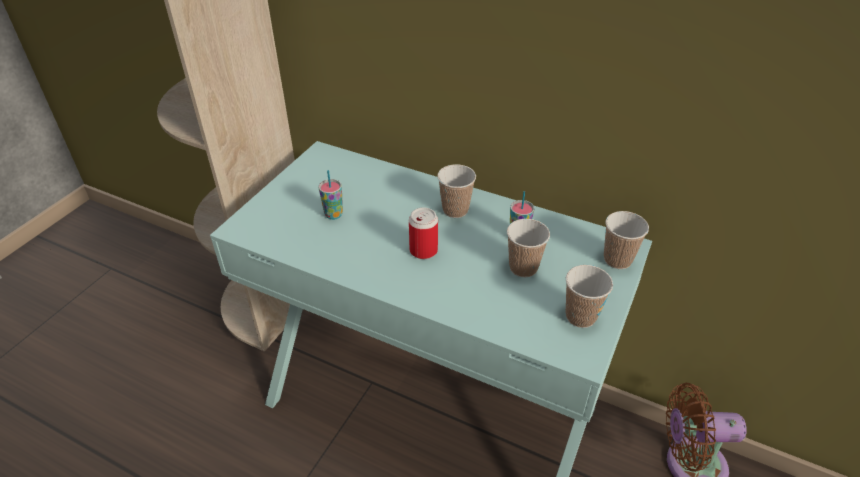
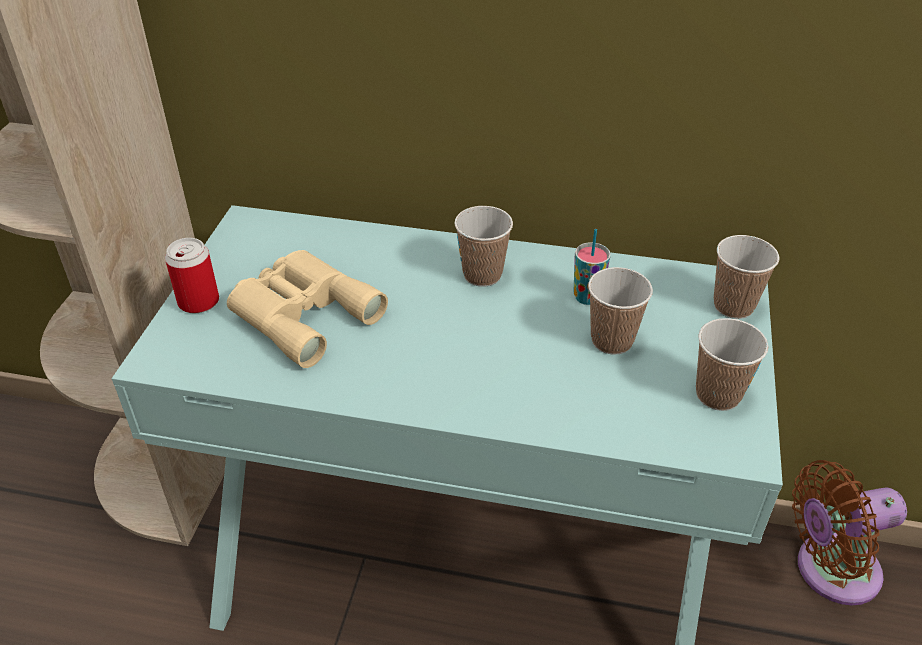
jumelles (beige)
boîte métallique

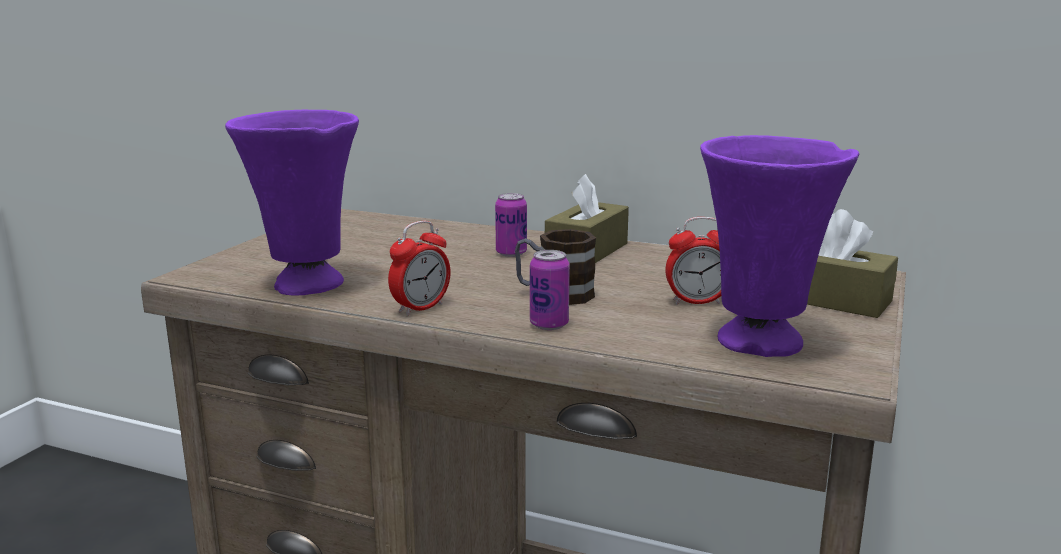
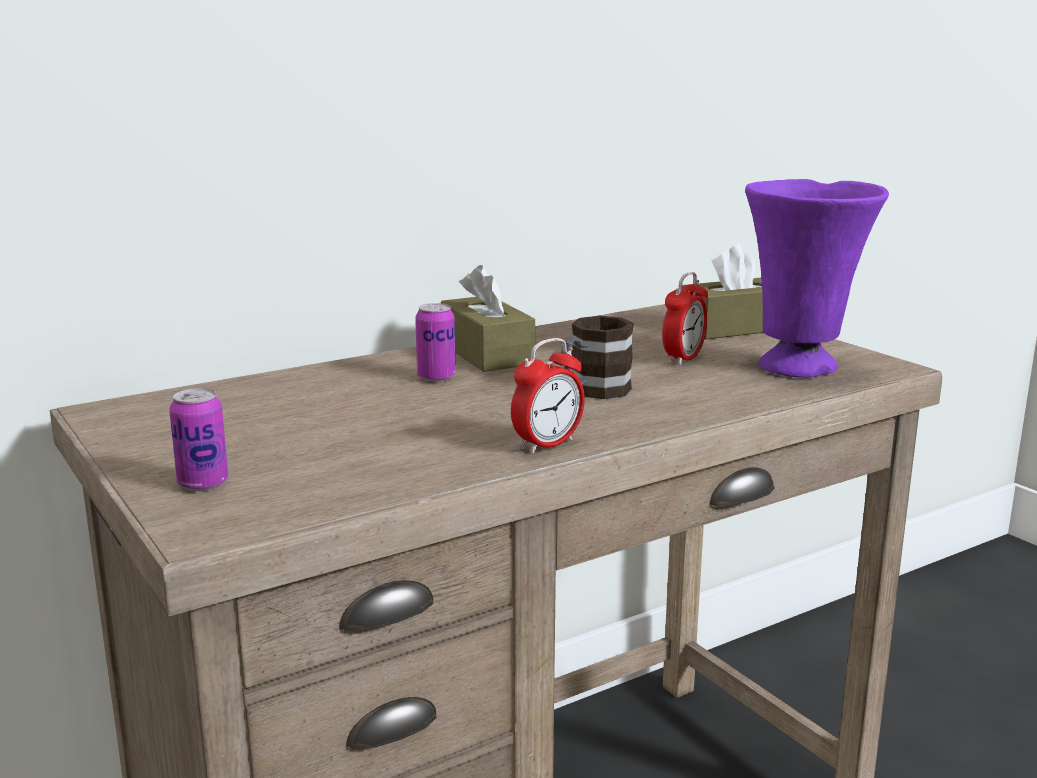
vase (violet) (no. 1 from left in the first image)
réveil (no. 1 from left)
boîte métallique (no. 1 from left)

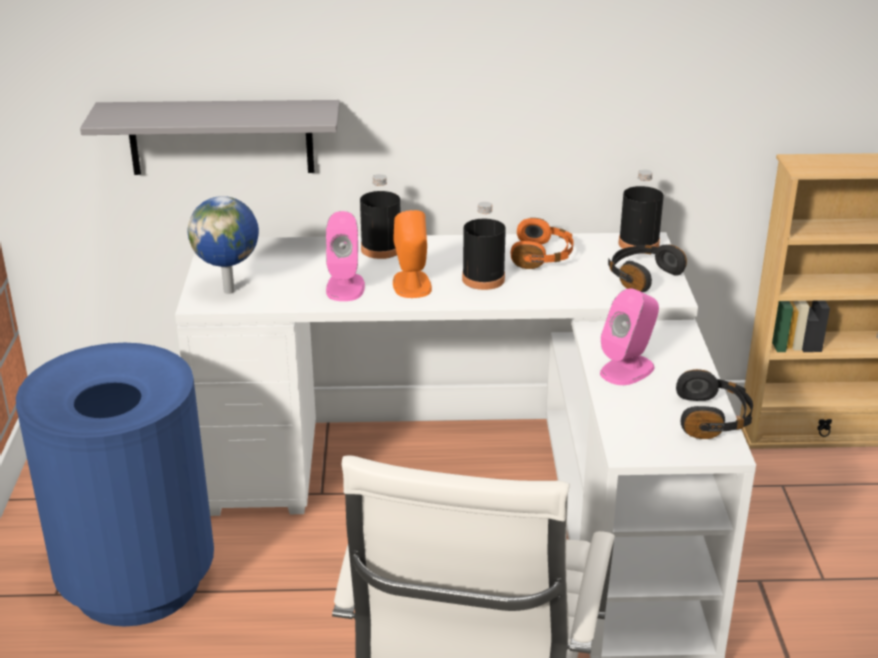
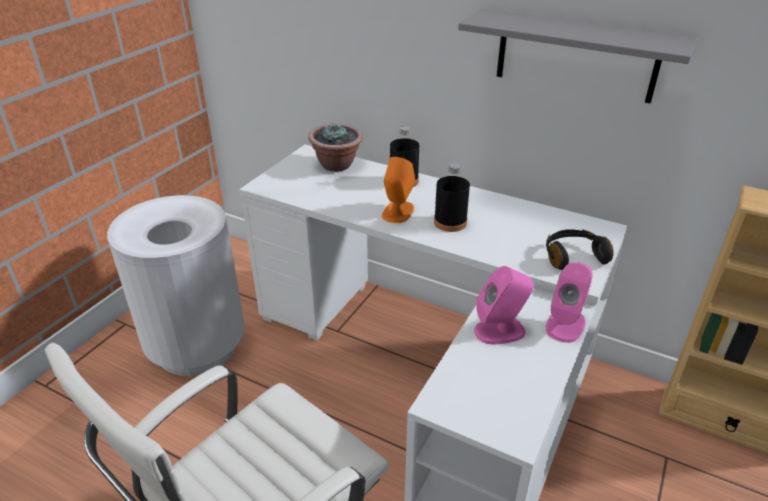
étagère (gris)
bouteille (noir) (no. 3 from left in the first image)
globe
enceinte (rose) (no. 2 from left)
casque audio (orange)
poubelle (blanc)
casque audio (noir) (no. 2 from left in the first image)
plante en pot

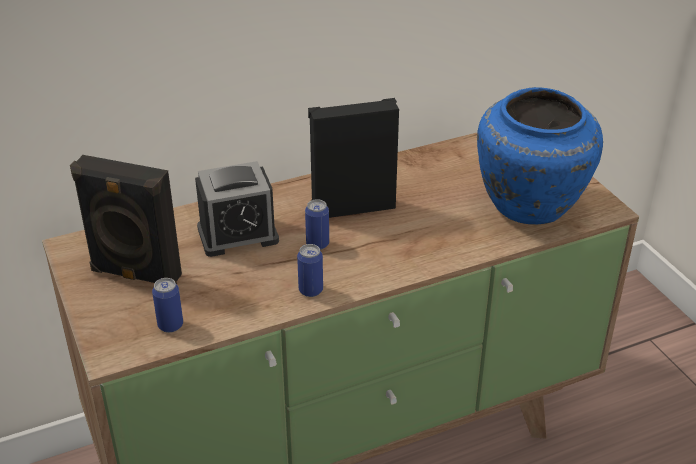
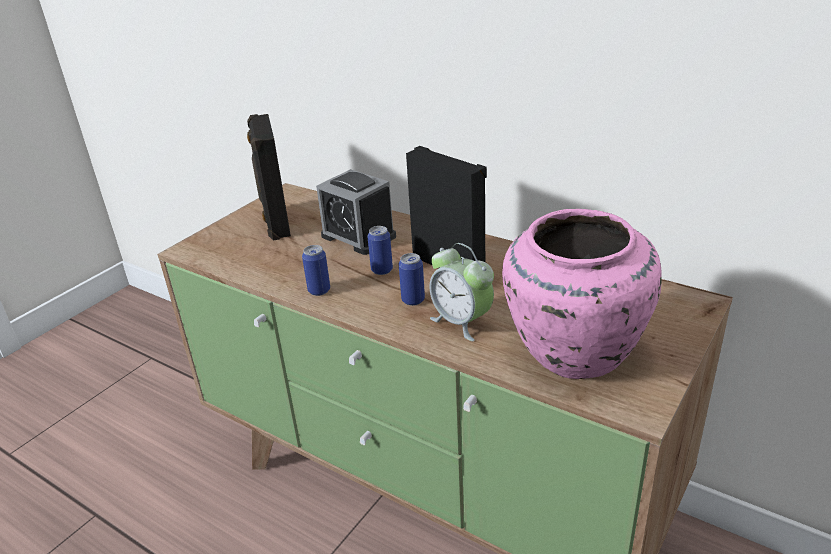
vase (rose)
boîte métallique (no. 3 from left)
réveil (no. 2 from left)

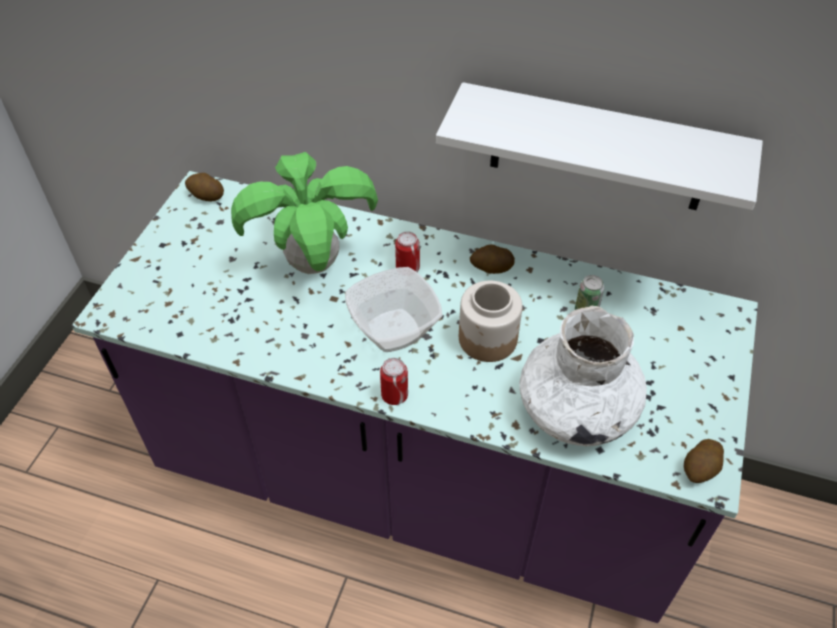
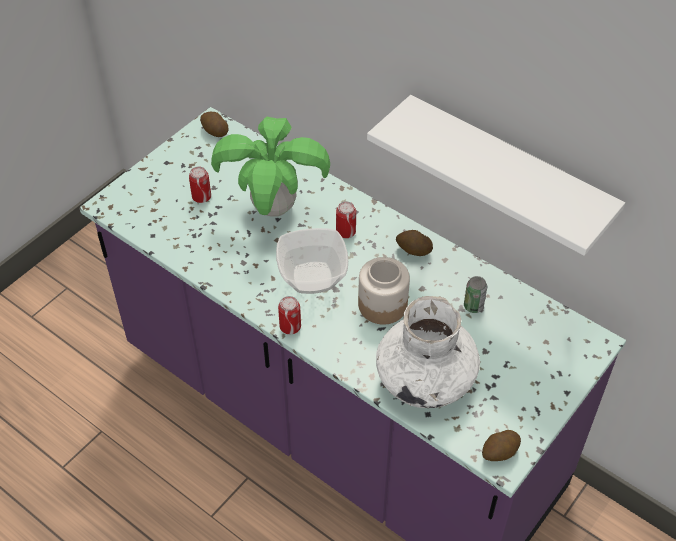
boîte métallique (no. 1 from left)

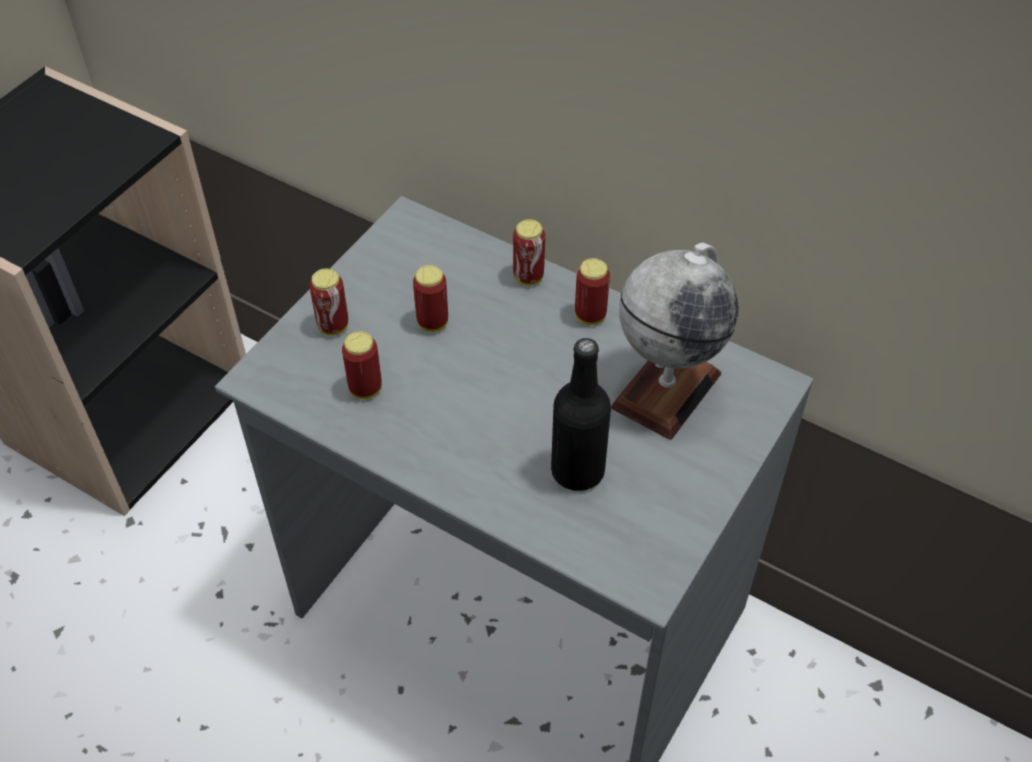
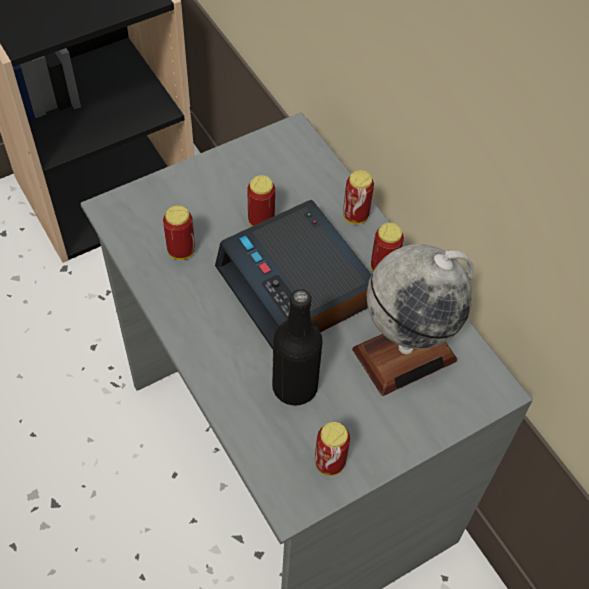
boîte métallique (no. 3 from left)
réveil

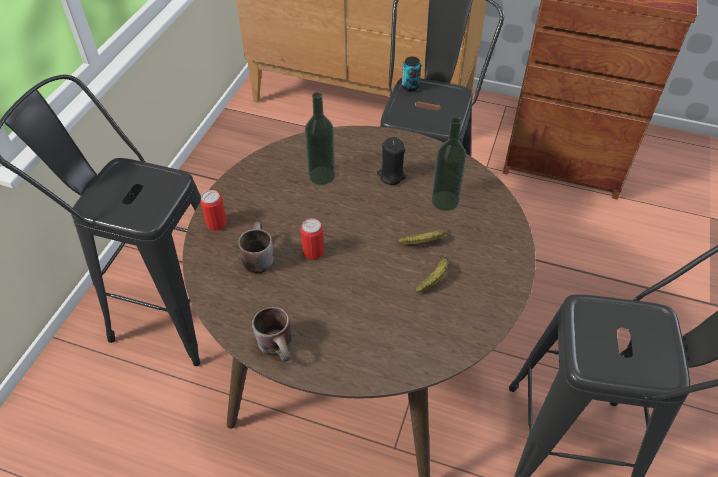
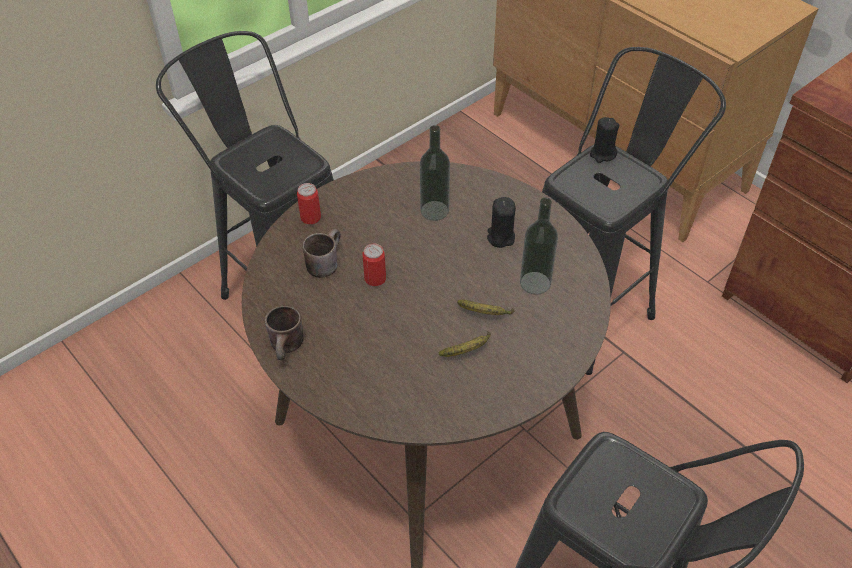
bougie (noir) (no. 2 from left)

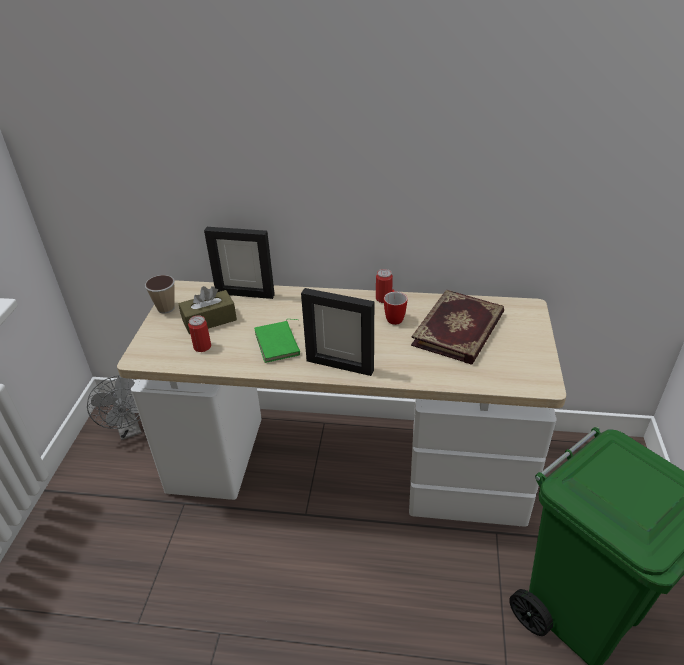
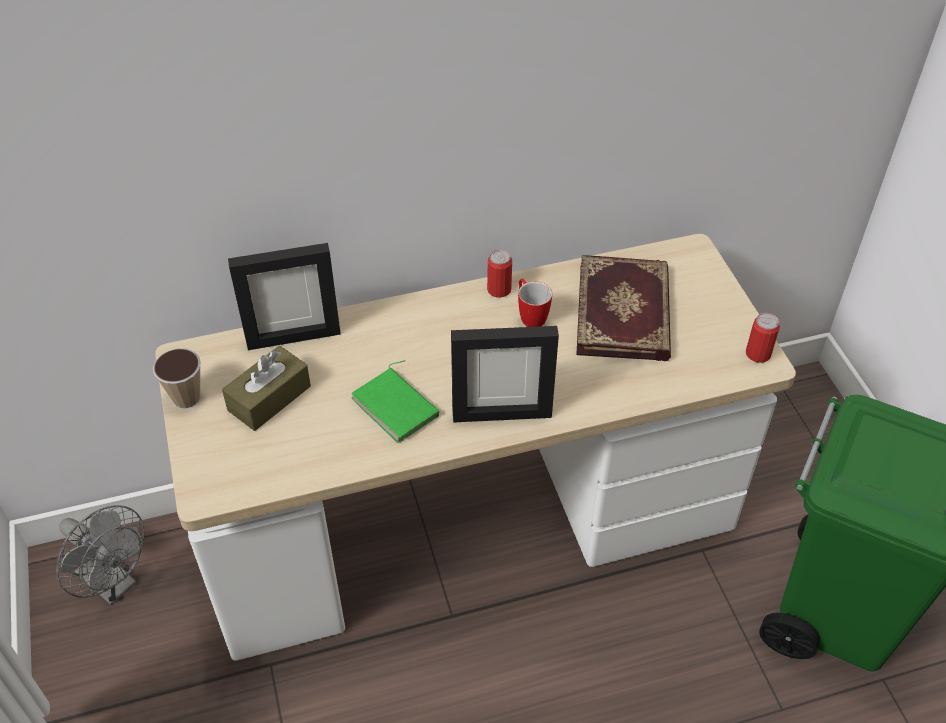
boîte métallique (no. 2 from left)

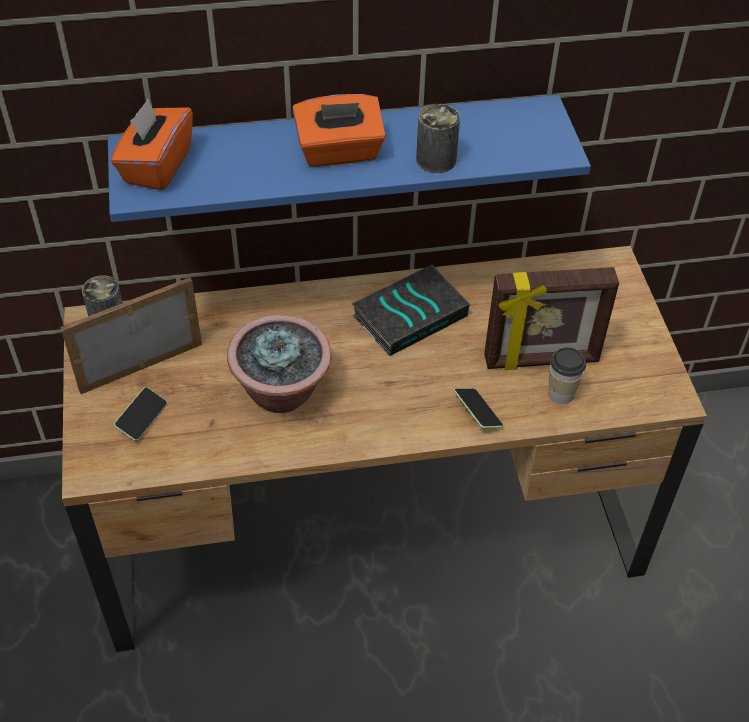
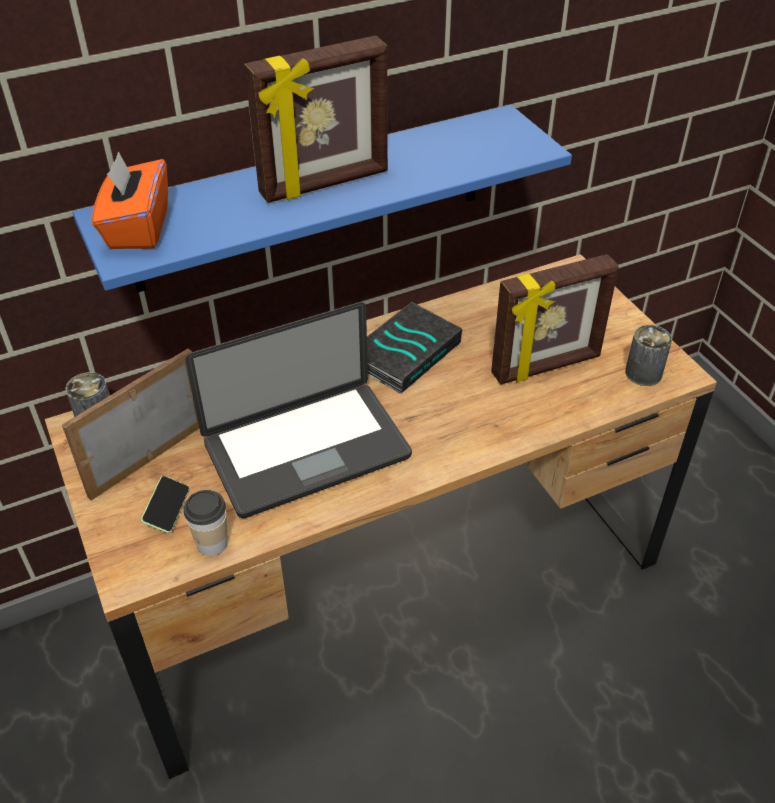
cadre photo (no. 2 from left)
boîte métallique (no. 2 from left)
ordinateur portable
tasse
téléphone (no. 2 from left in the first image)

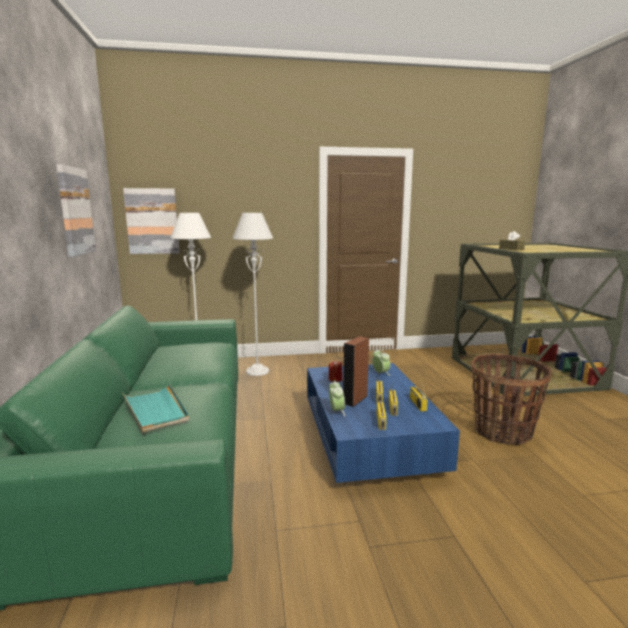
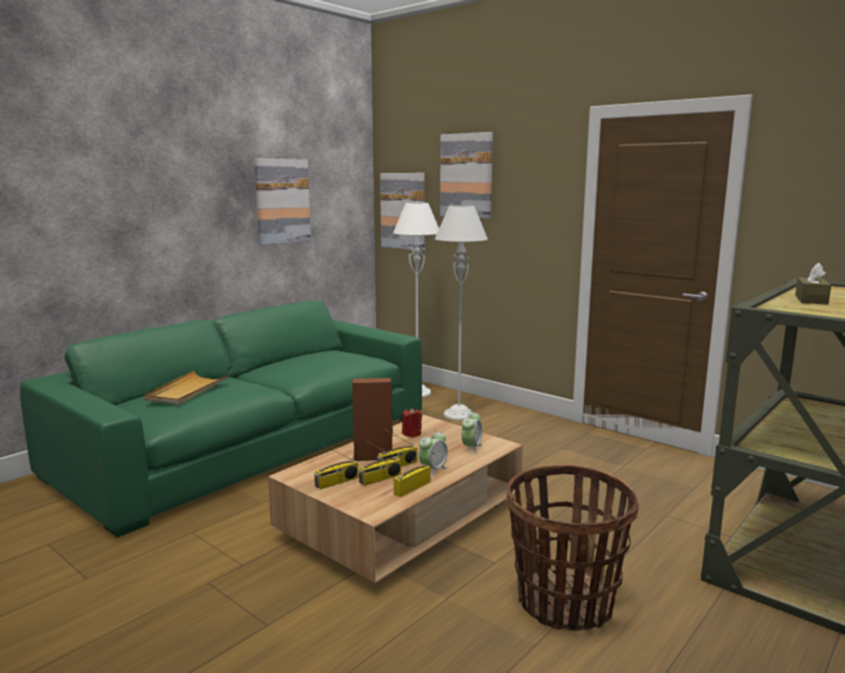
table basse (marron)
réveil (no. 1 from left)
plateau (beige)
tableau (no. 3 from left)

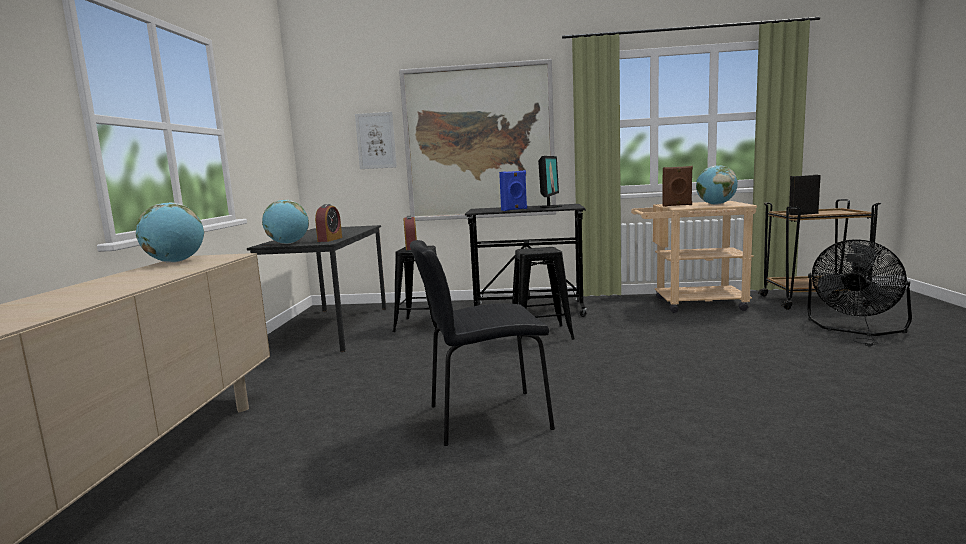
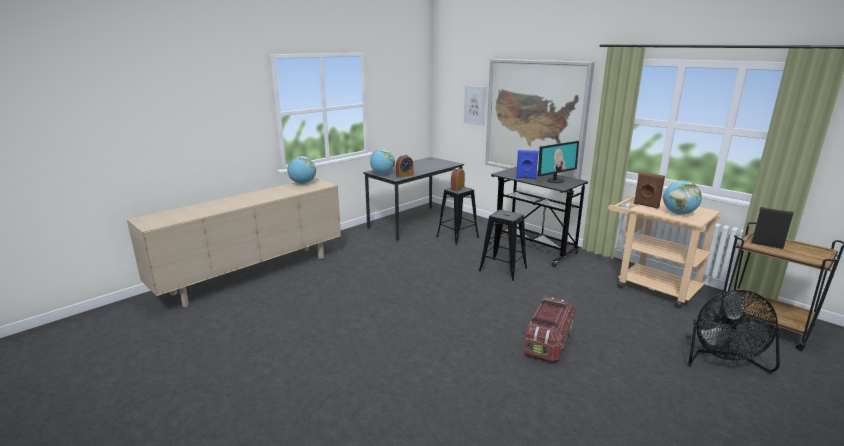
ventilateur (noir)
chaise (noir)
boîte de rangement

